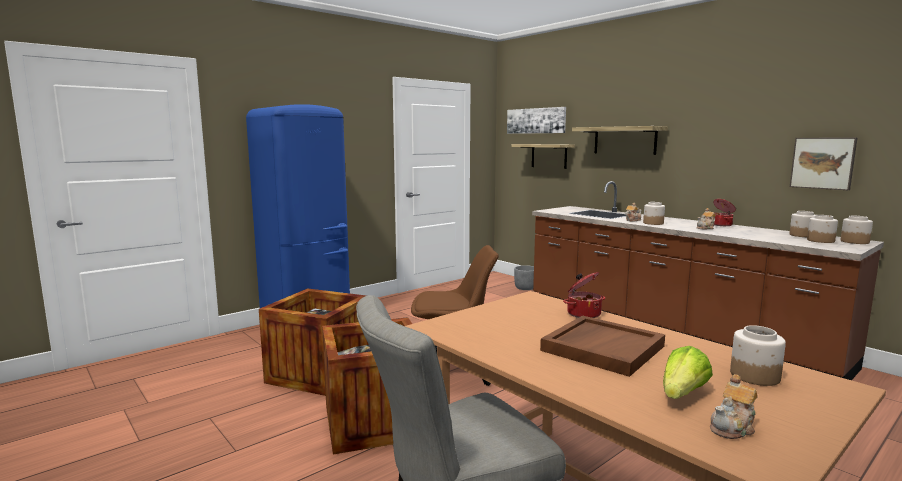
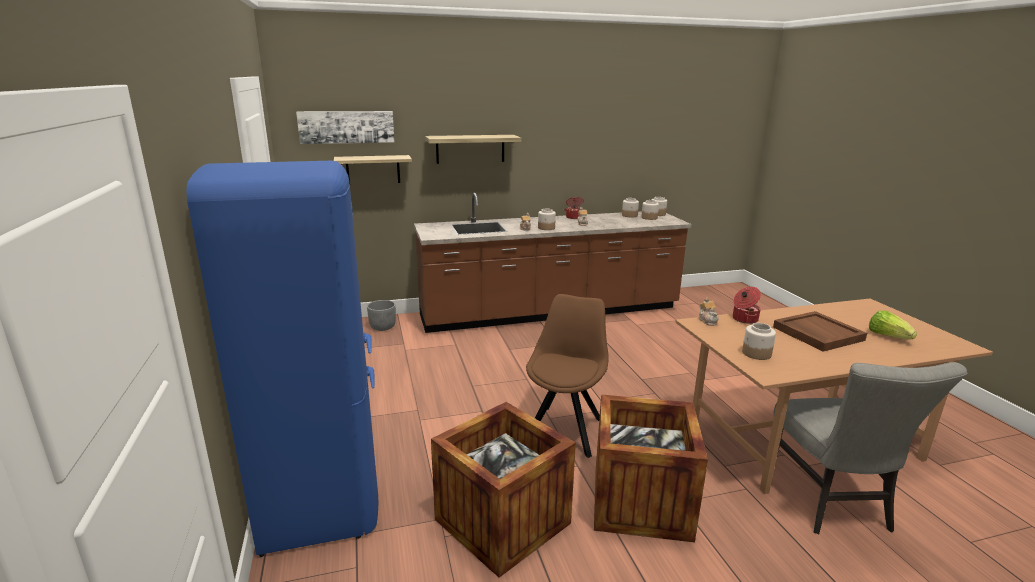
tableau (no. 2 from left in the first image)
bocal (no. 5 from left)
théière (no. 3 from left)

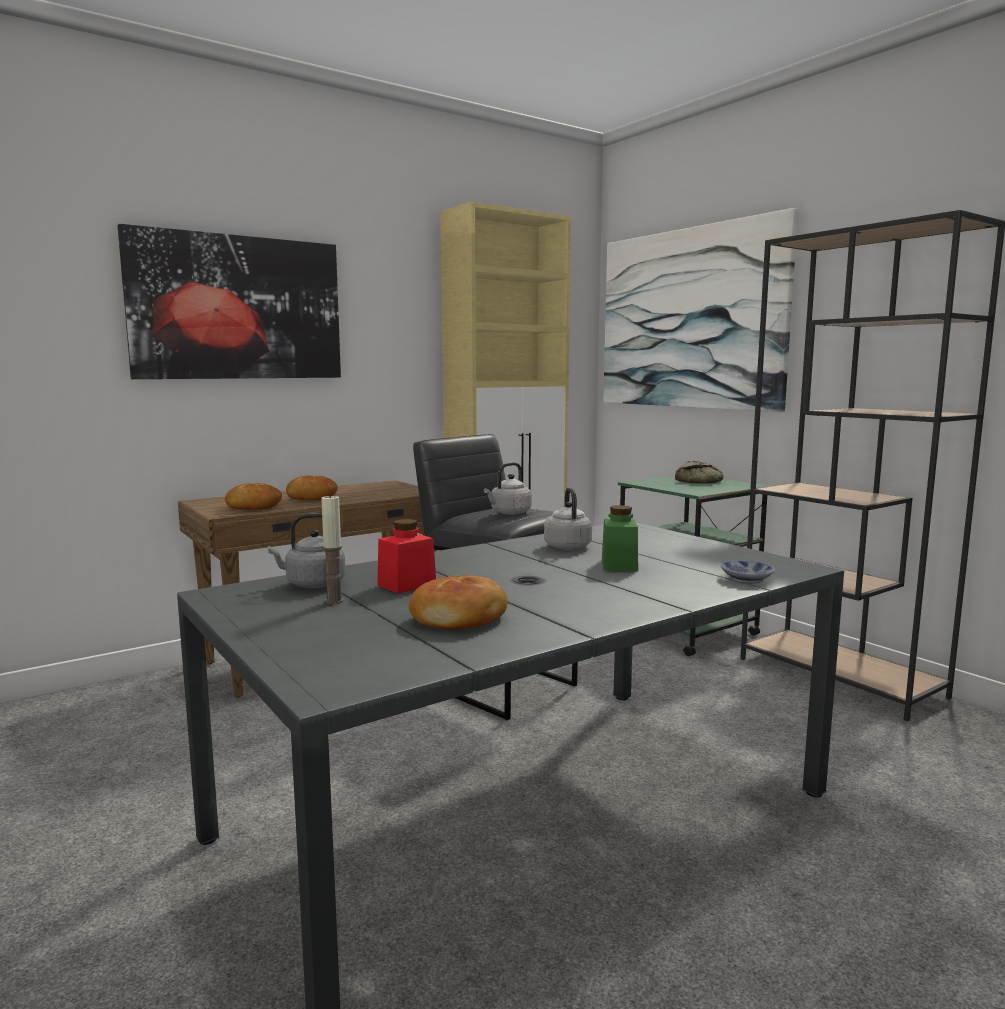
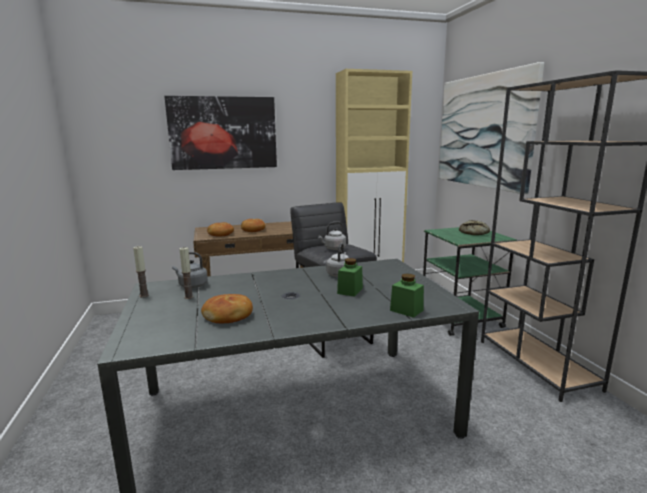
bocal (rouge)
bocal (vert) (no. 2 from left)
bougie (no. 1 from left)

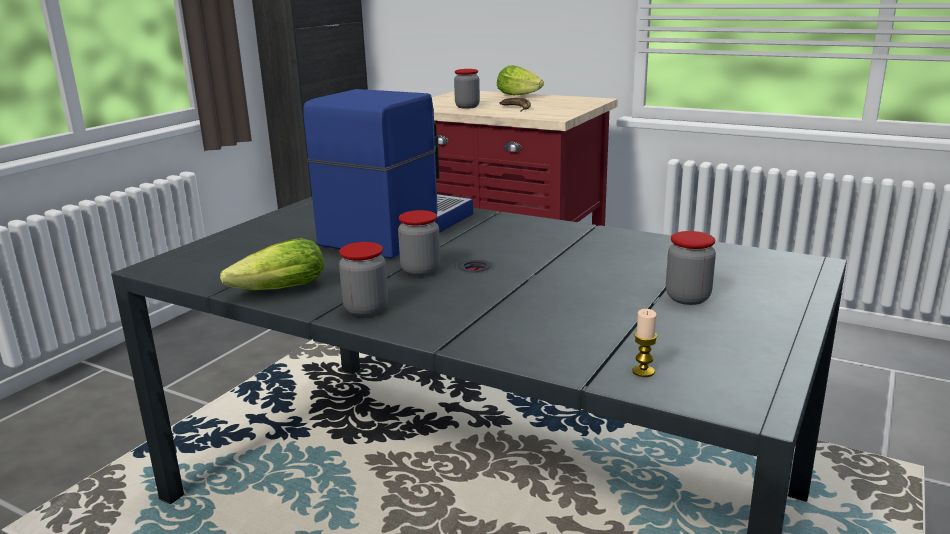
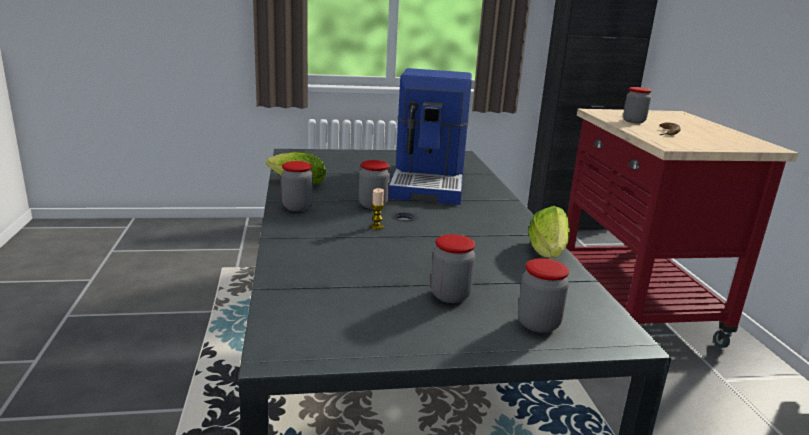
laitue (no. 2 from left)
machine à café
bougie
bocal (no. 4 from left)

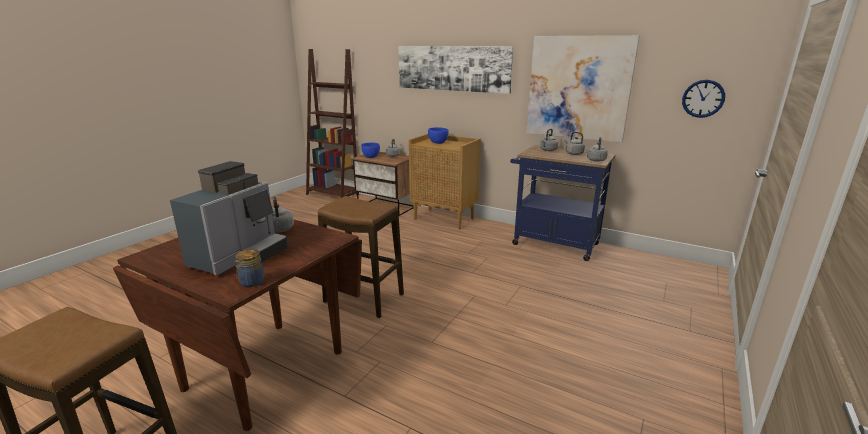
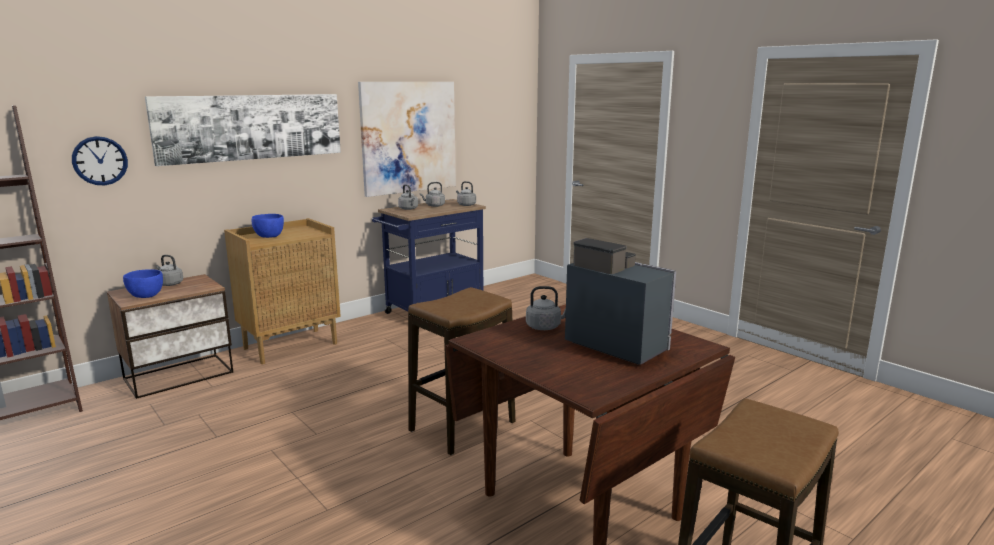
horloge murale
bocal

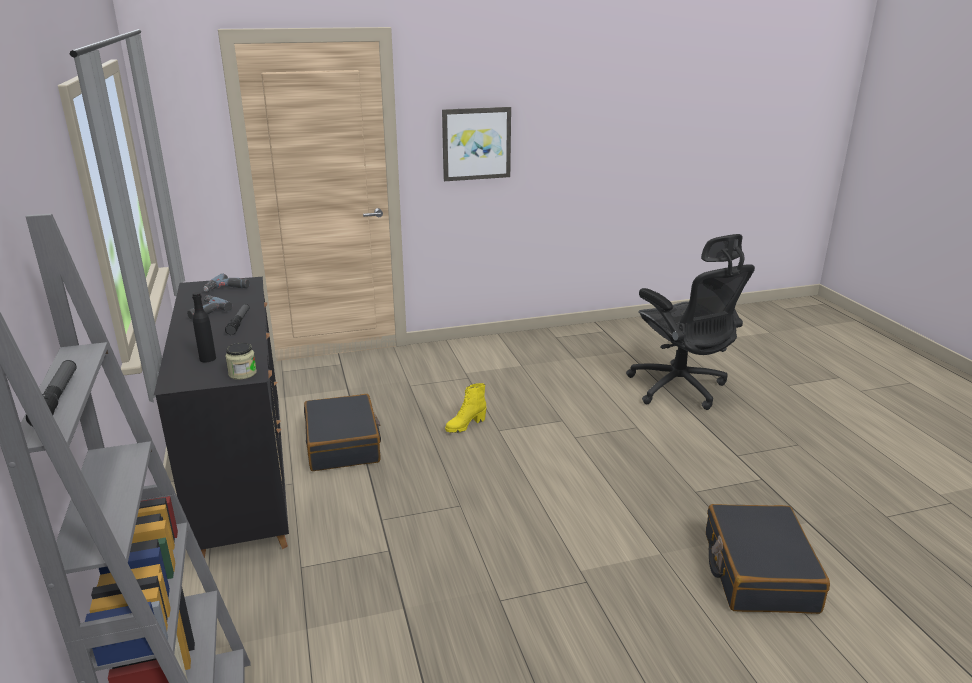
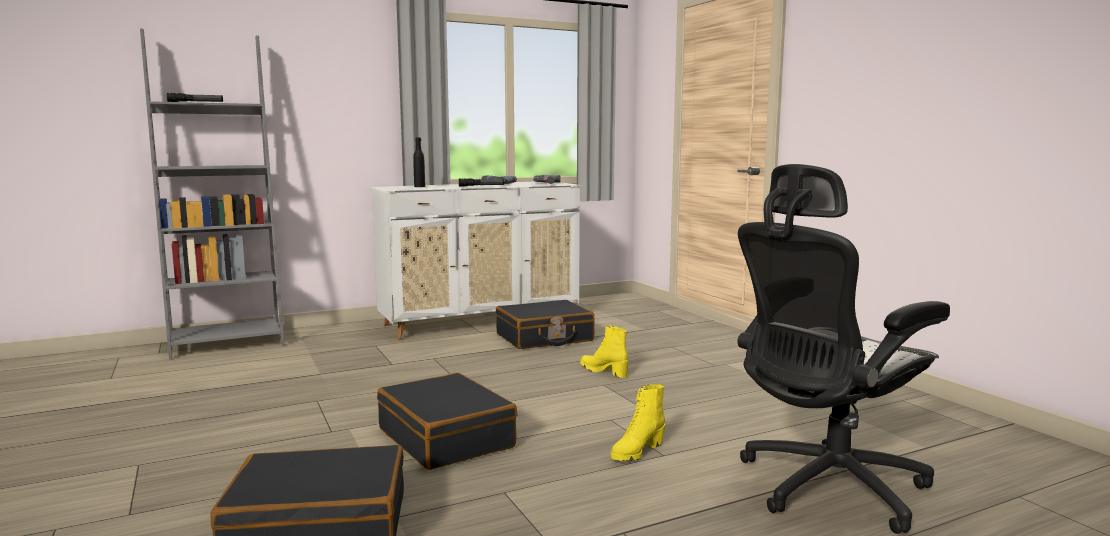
tableau
meuble de rangement (blanc)
bocal
valise (noir) (no. 2 from left)
botte (jaune) (no. 2 from left)

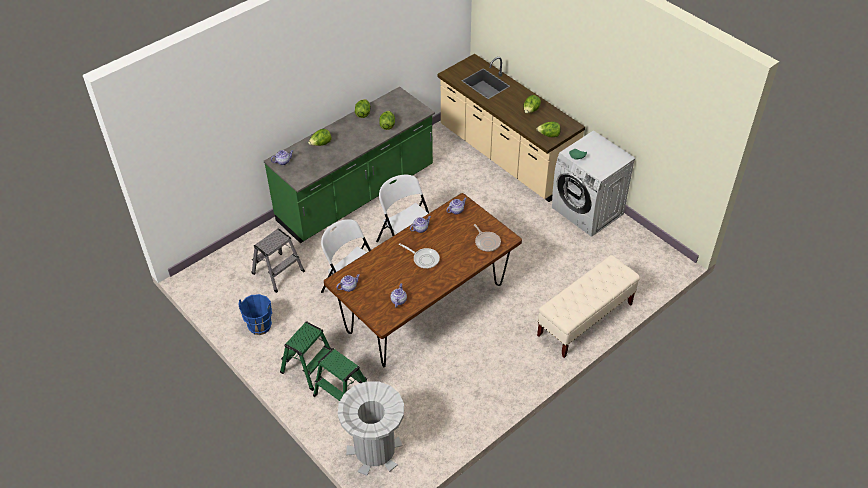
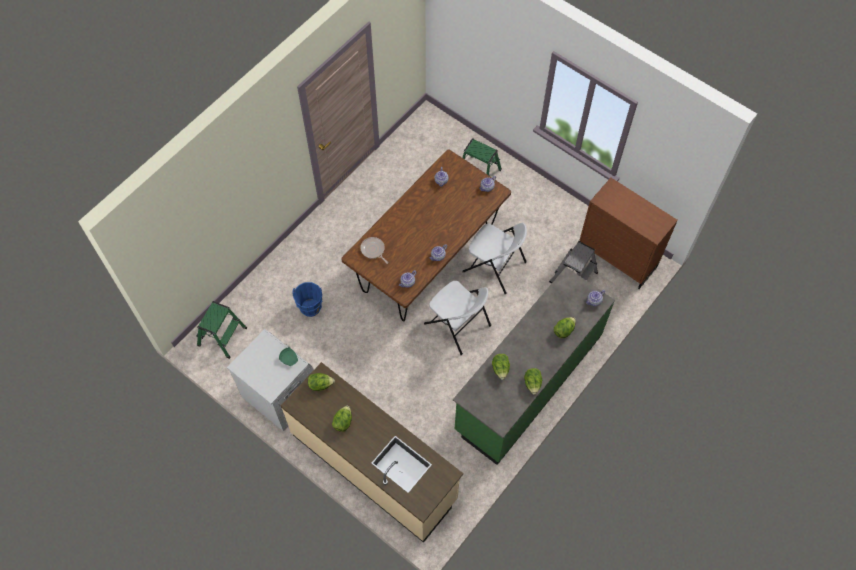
poêle (no. 1 from left in the first image)
banc (beige)
seau (bleu)
escabeau (vert) (no. 1 from left)
poubelle (gris)
commode (marron)

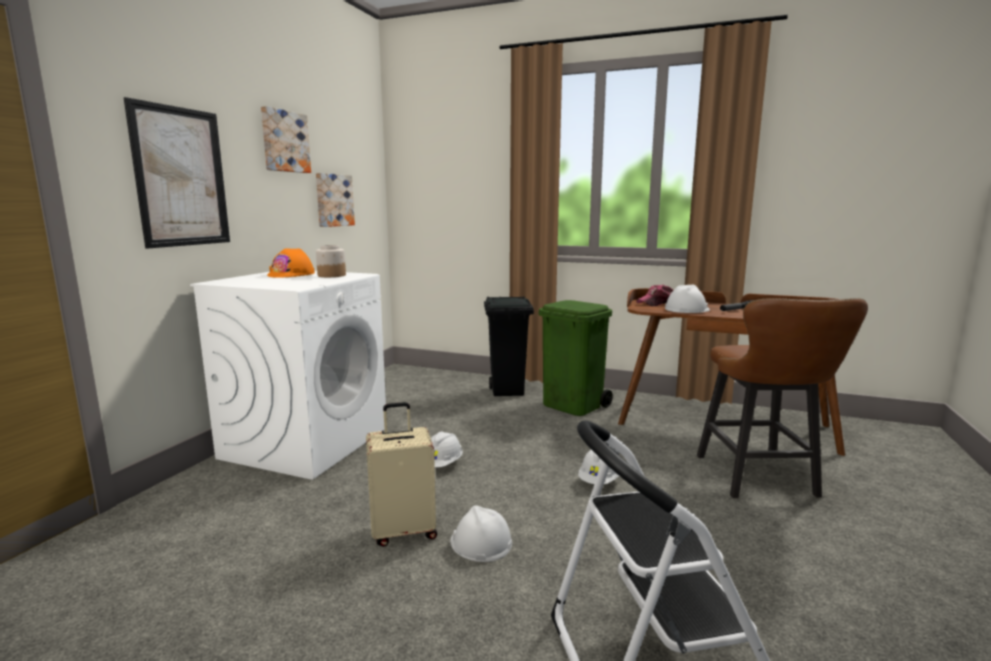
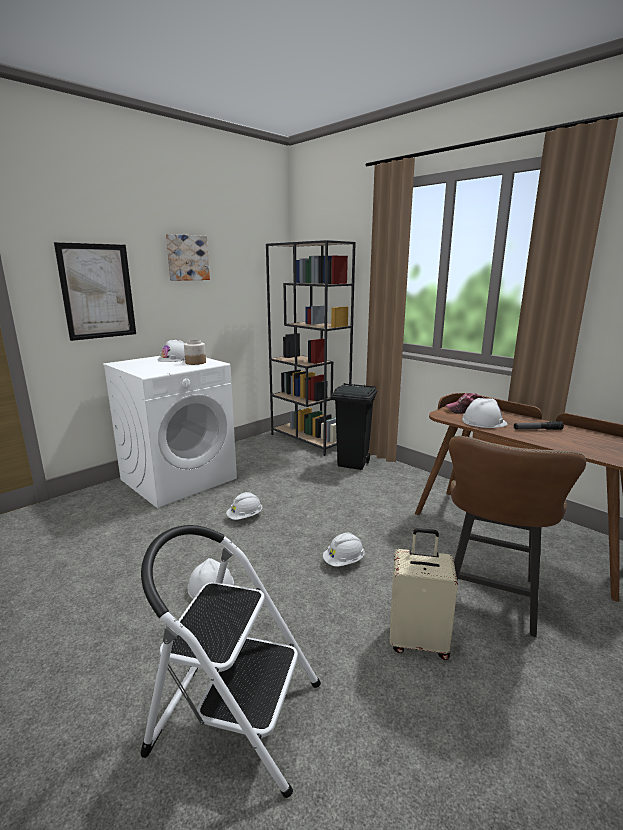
tableau (no. 3 from left in the first image)
casque de chantier (blanc) (no. 1 from left)
poubelle (vert)
valise (beige)
bibliothèque

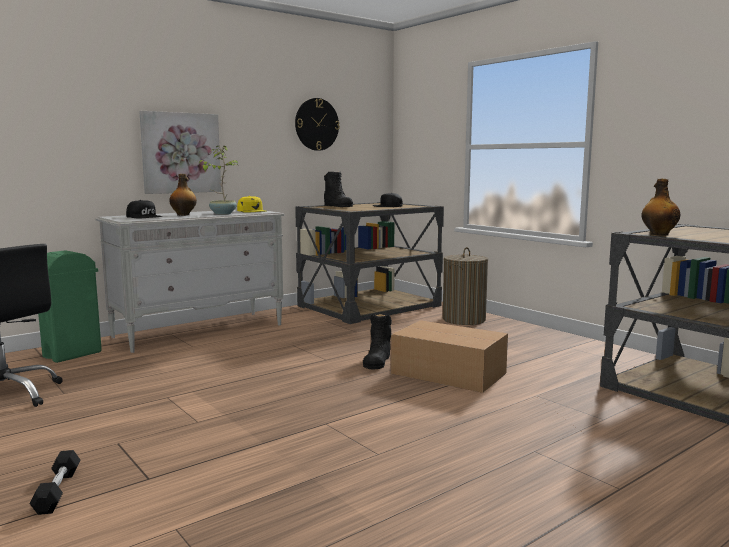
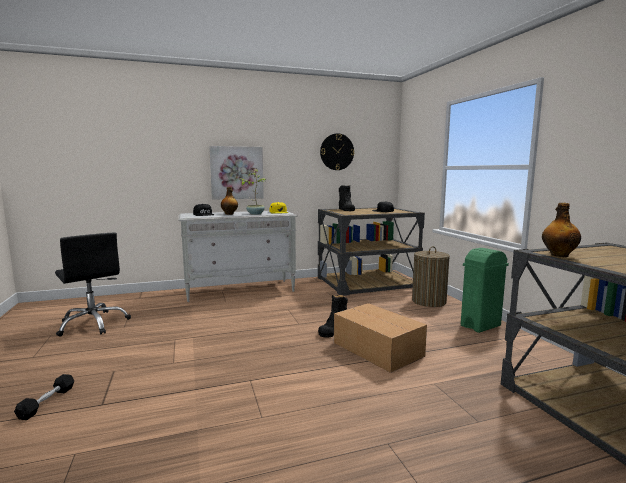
poubelle (vert)

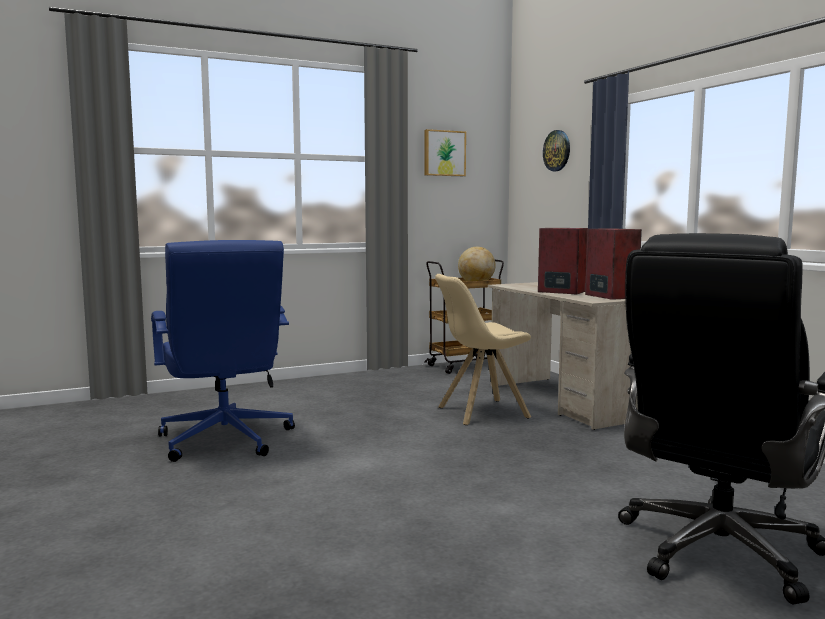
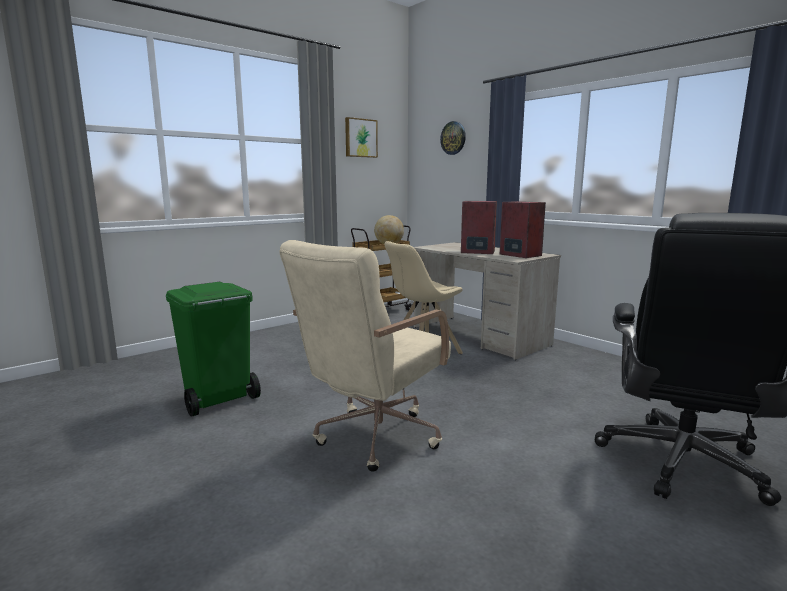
poubelle (vert)
chaise de bureau (beige)

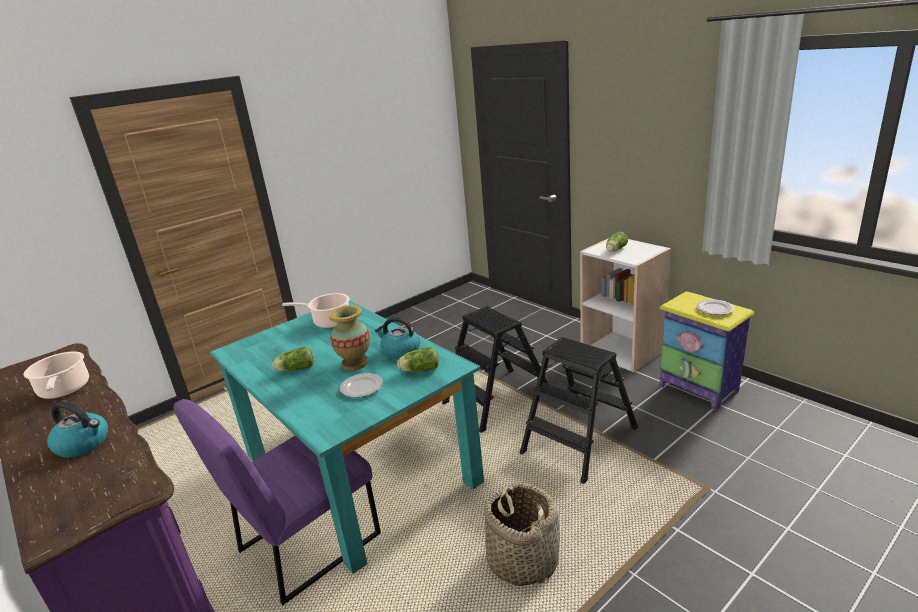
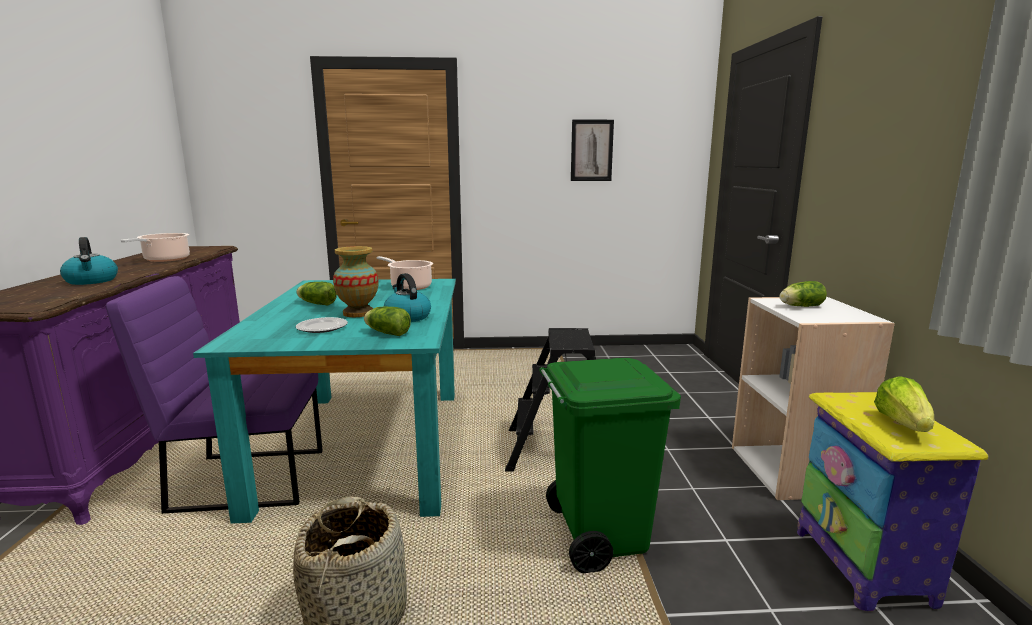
laitue (no. 4 from left)
poubelle (vert)
tableau

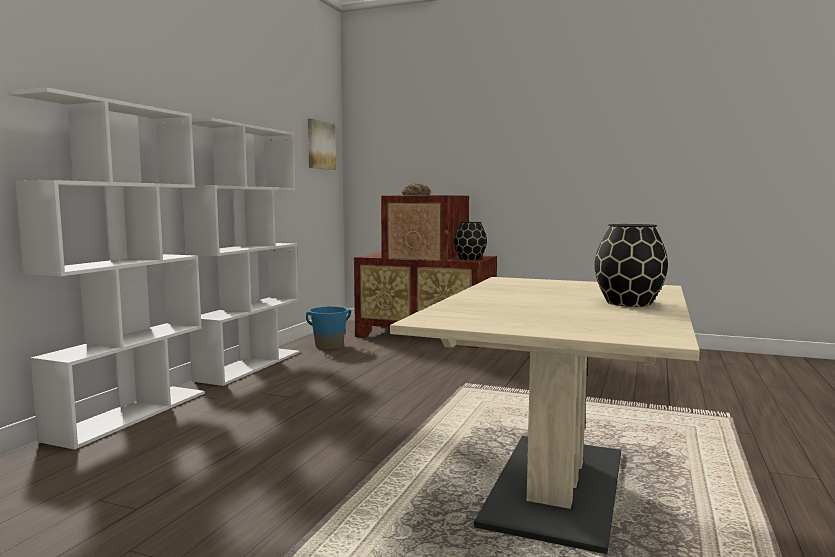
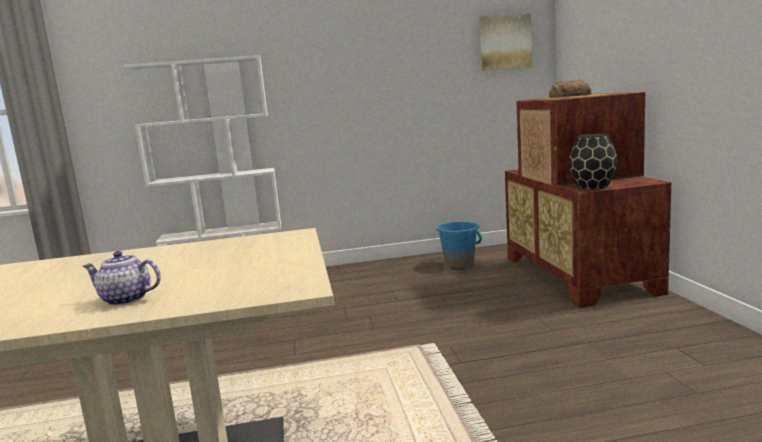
bibliothèque (blanc) (no. 2 from left in the first image)
théière

